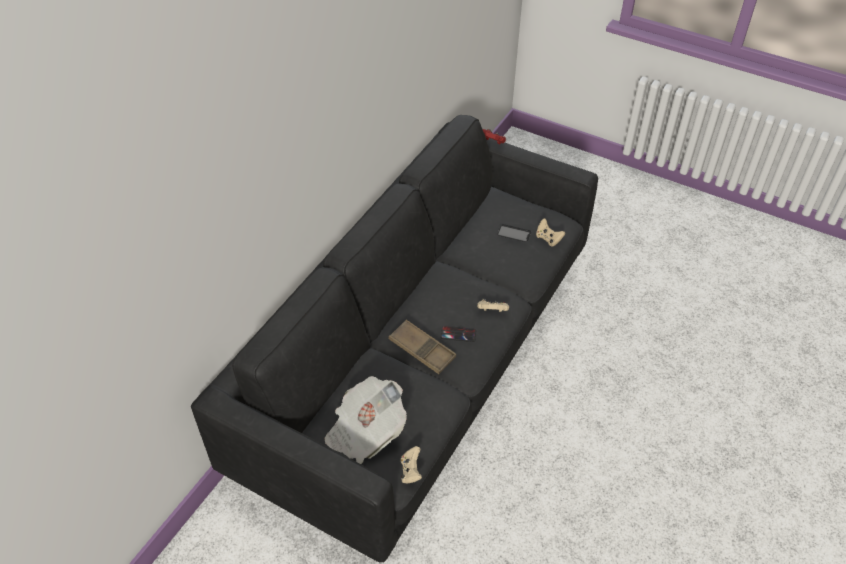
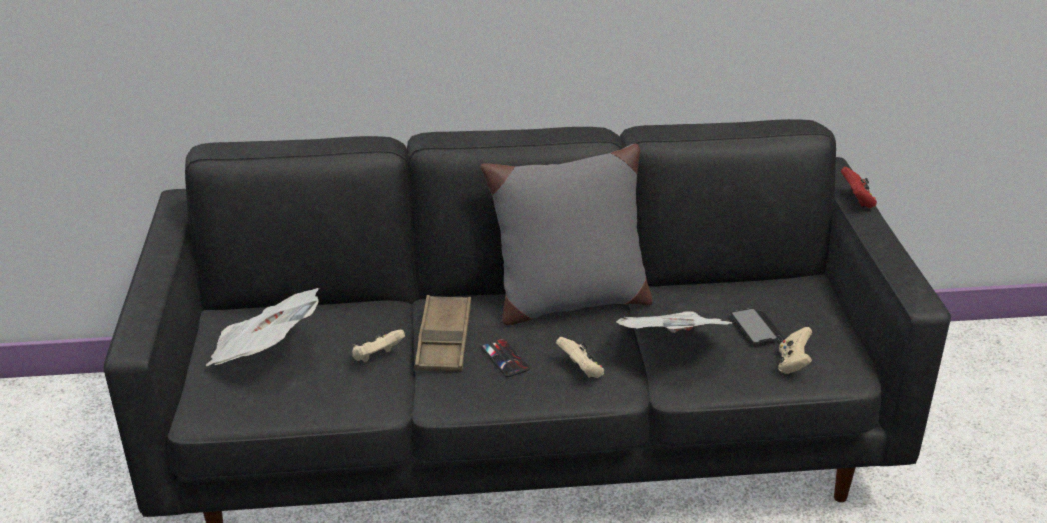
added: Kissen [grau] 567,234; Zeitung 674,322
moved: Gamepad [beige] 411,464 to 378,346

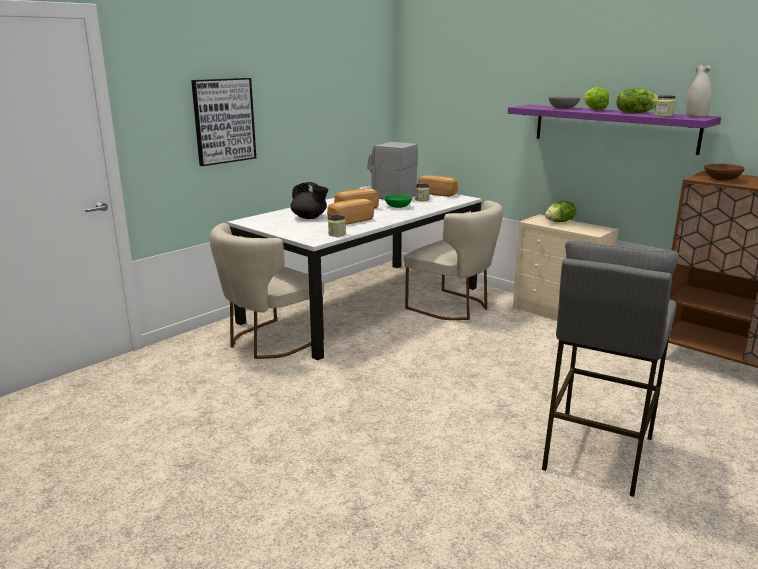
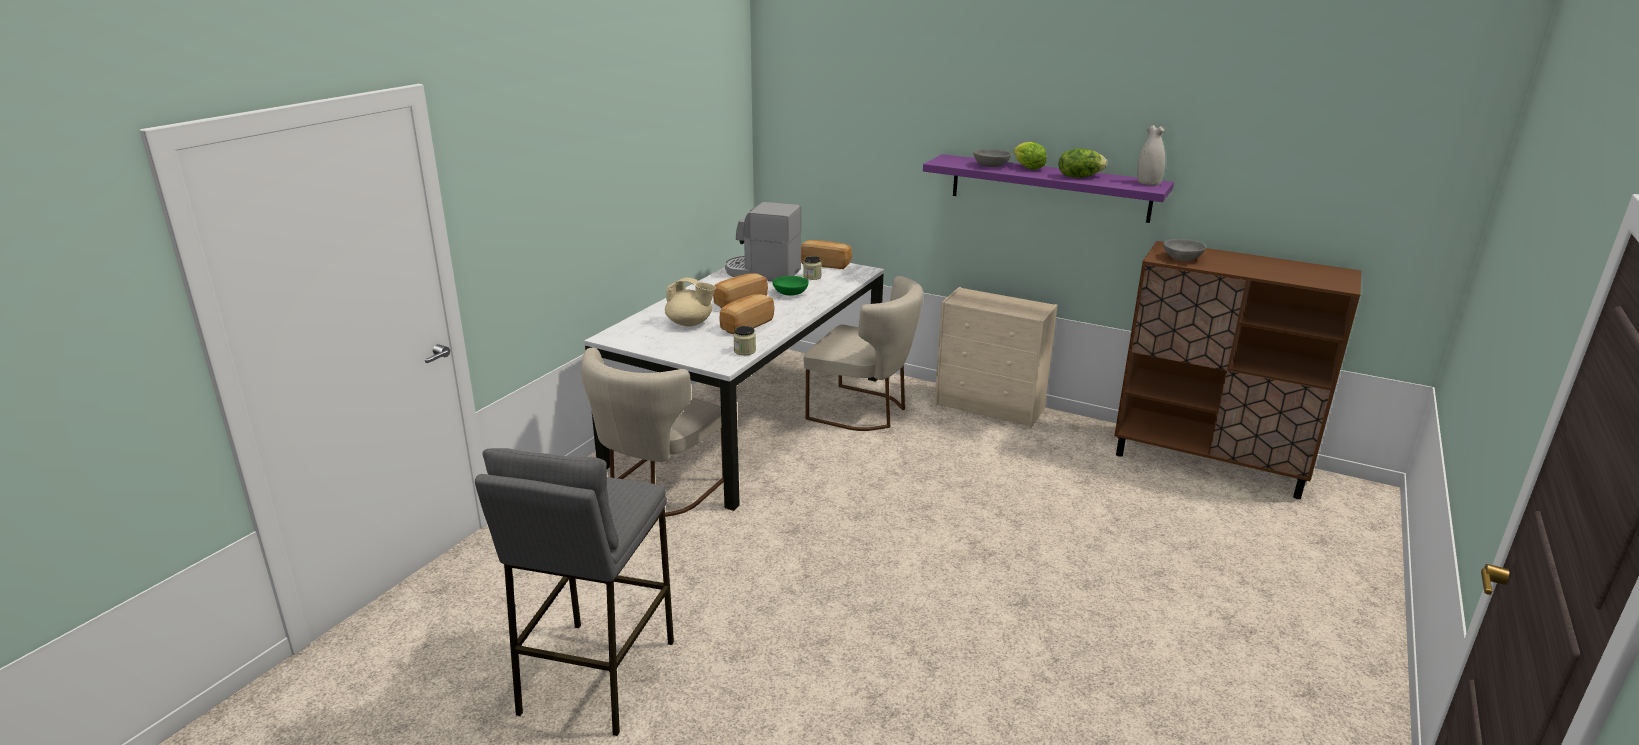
removed: Bild 223,122; Salatkopf 560,211; Vorratsglas 665,106
moved: Hocker [grau] 610,369 to 574,592
recoloured: Teekanne [schwarz] 309,200 to Teekanne [beige] 690,302; Schüssel [braun] 724,172 to Schüssel [grau] 1184,250

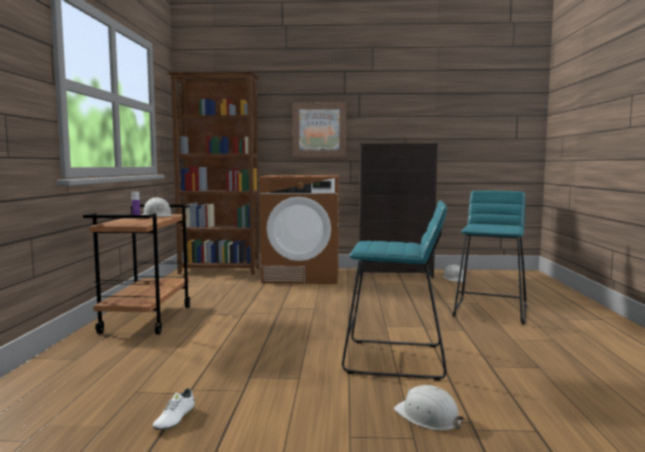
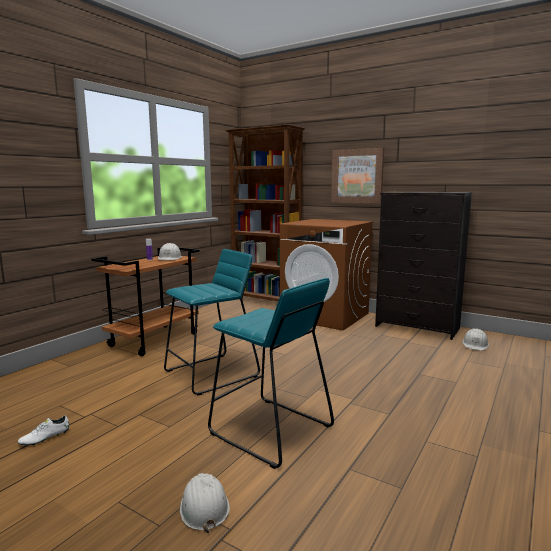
moved: Hocker [türkis] 489,257 to 212,322

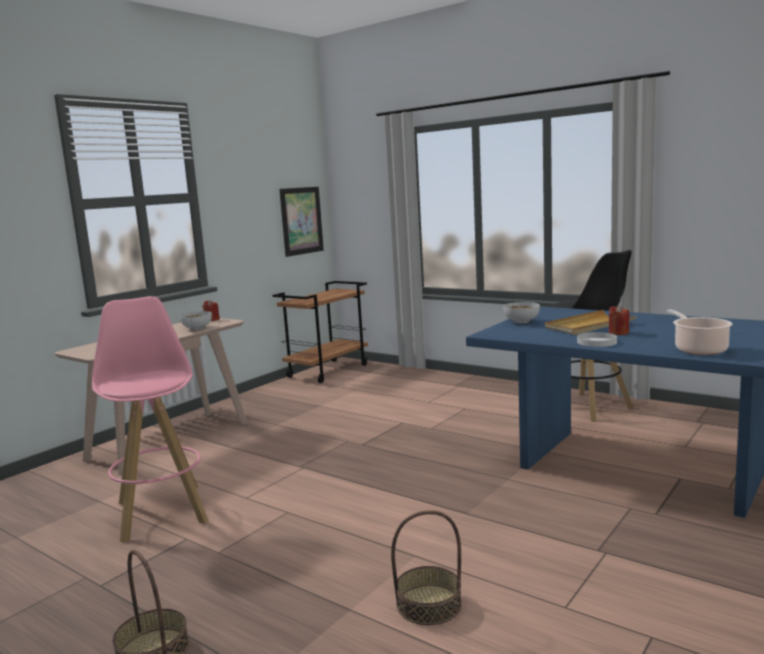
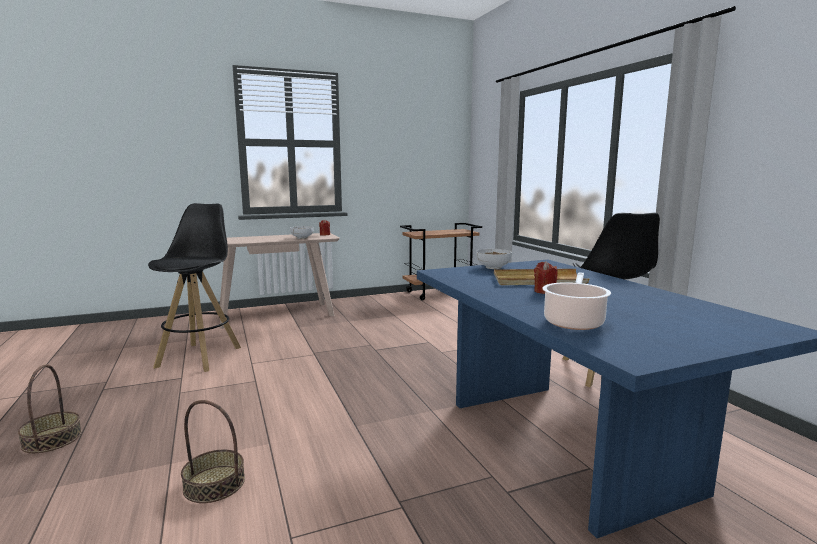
removed: Bild 301,222; Teller [weiß] 597,339
recoloured: Hocker [rosa] 150,419 to Hocker [schwarz] 194,287

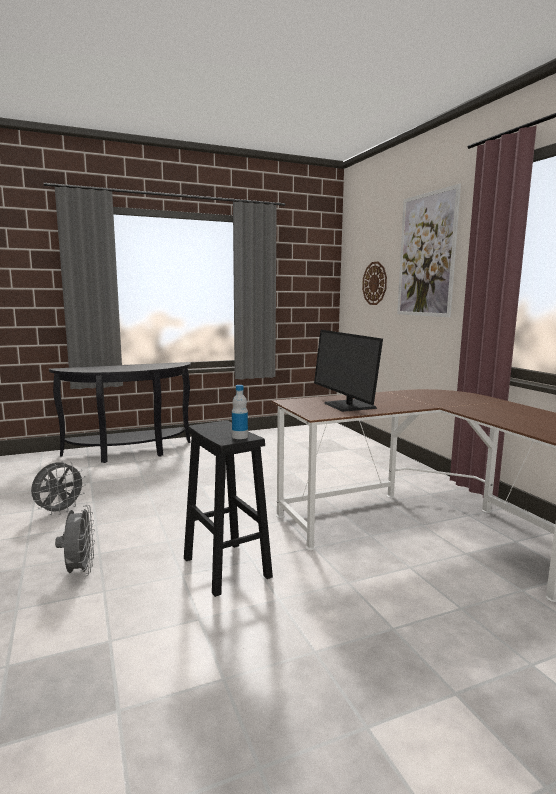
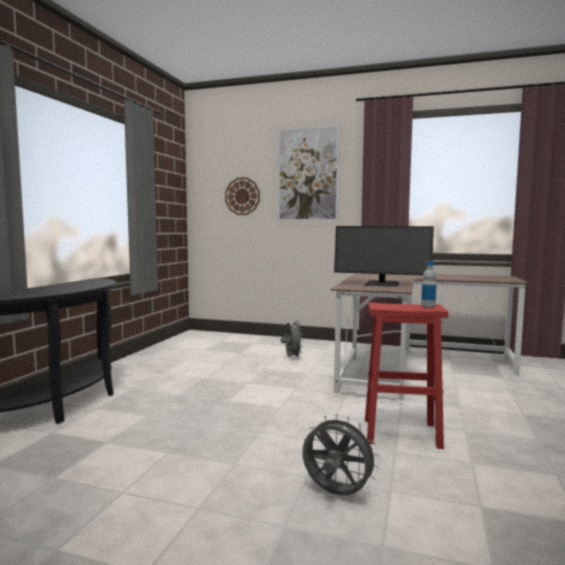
moved: Ventilator [grau] 58,488 to 292,339
recoloured: Hocker [schwarz] 228,509 to Hocker [rot] 406,375

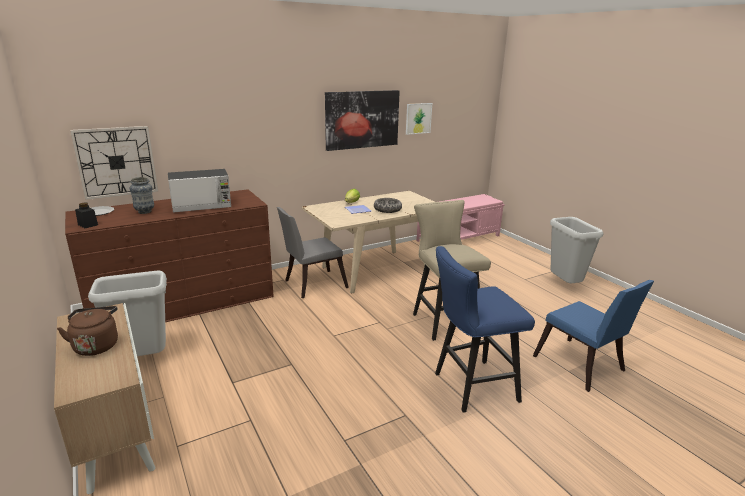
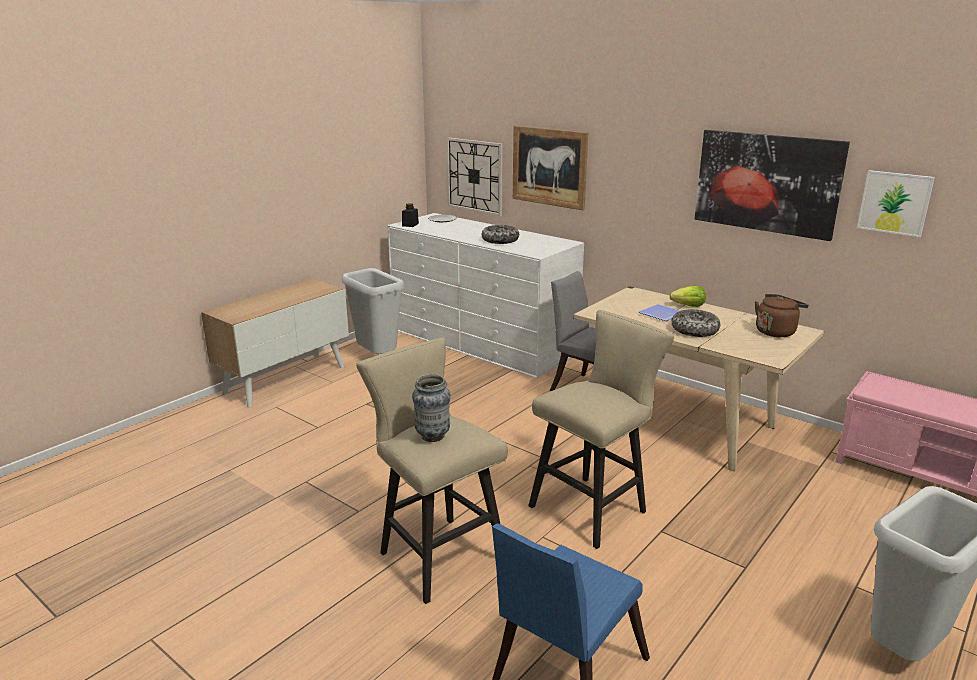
added: Bild 550,167
moved: Vase 142,195 to 431,408; Wasserkessel [braun] 87,331 to 782,315
replaced: Mikrowelle 199,191 to Schüssel 500,234
recoloured: Hocker [blau] 485,329 to Hocker [beige] 432,471; Kommode [braun] 169,255 to Kommode [weiß] 485,296

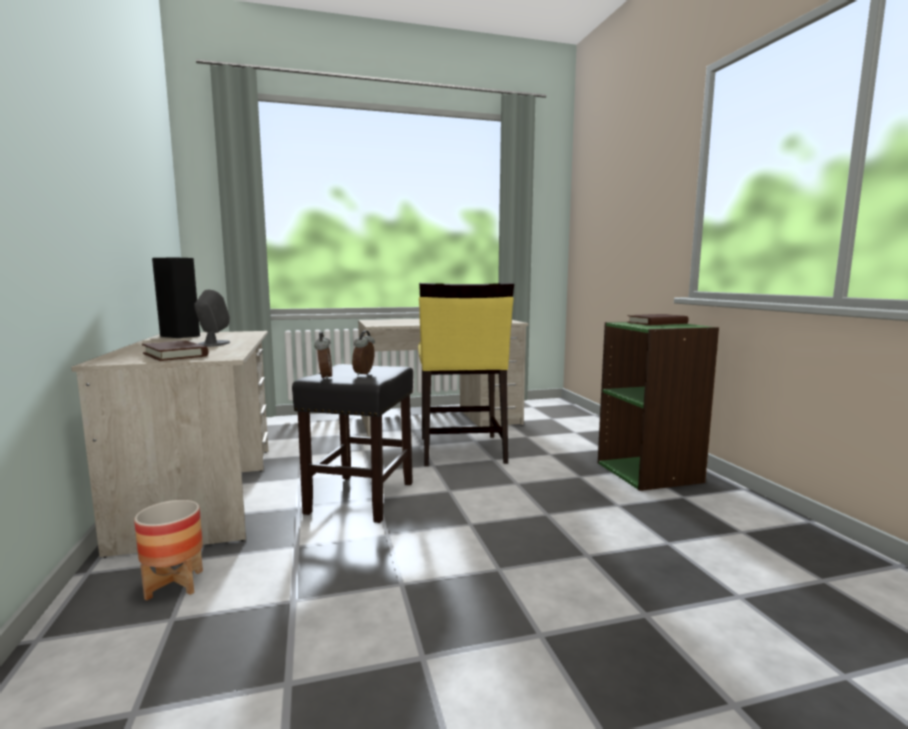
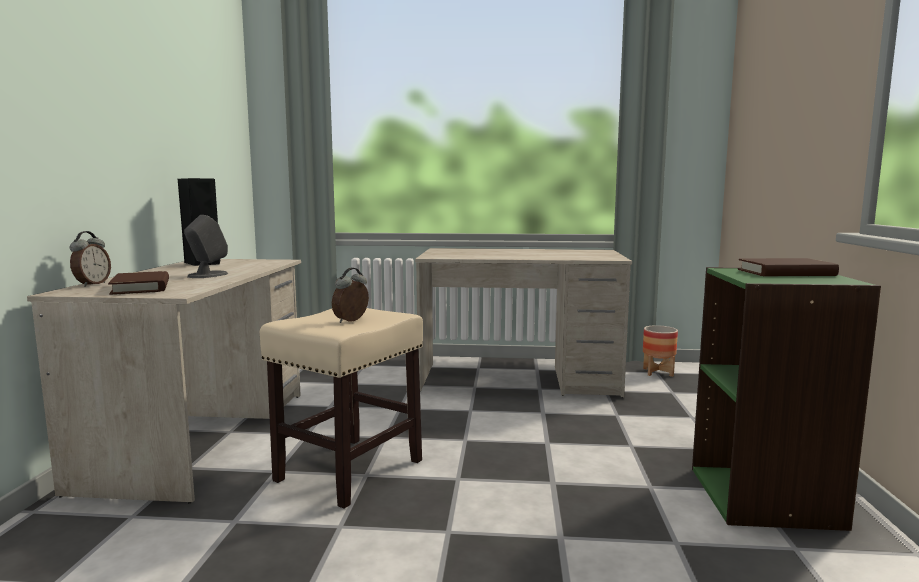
removed: Stuhl [gelb] 466,374
moved: Wecker 323,356 to 90,259; Pflanzkübel 168,550 to 660,351
recoloured: Hocker [schwarz] 352,443 to Hocker [beige] 341,408

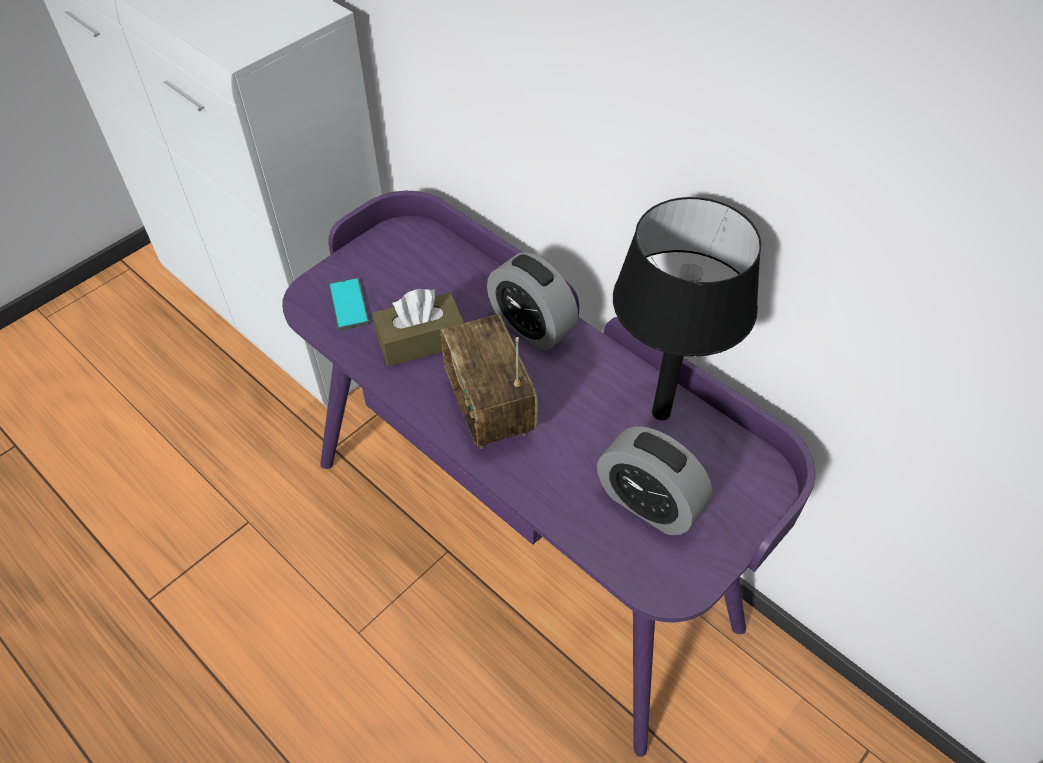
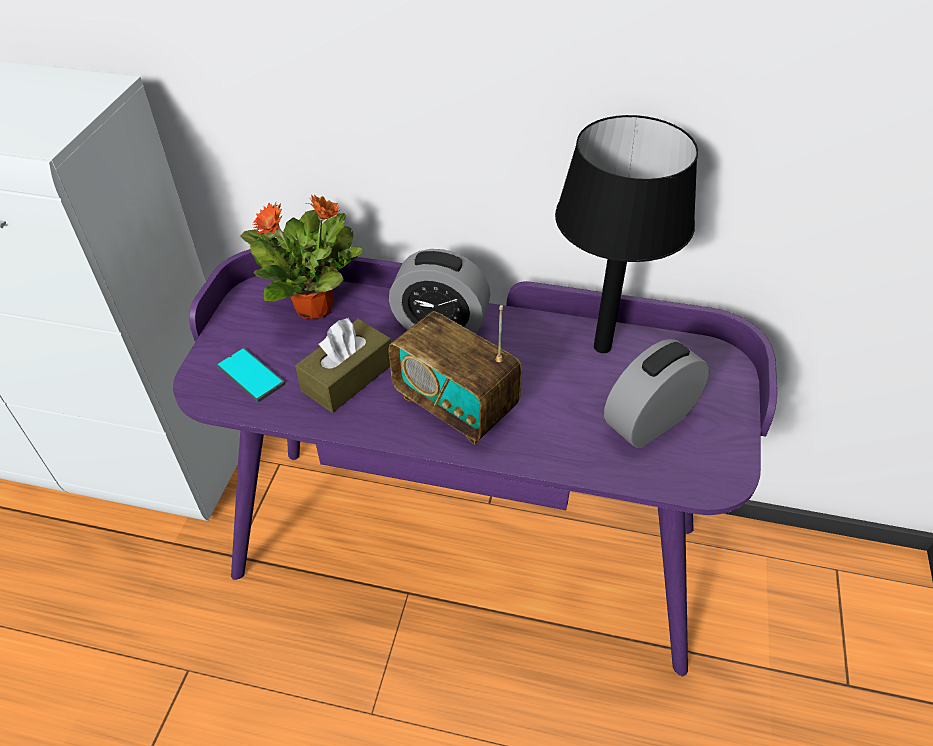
added: Topfpflanze 301,256
turned: Wecker 655,480 = 656,393 135 degrees clockwise

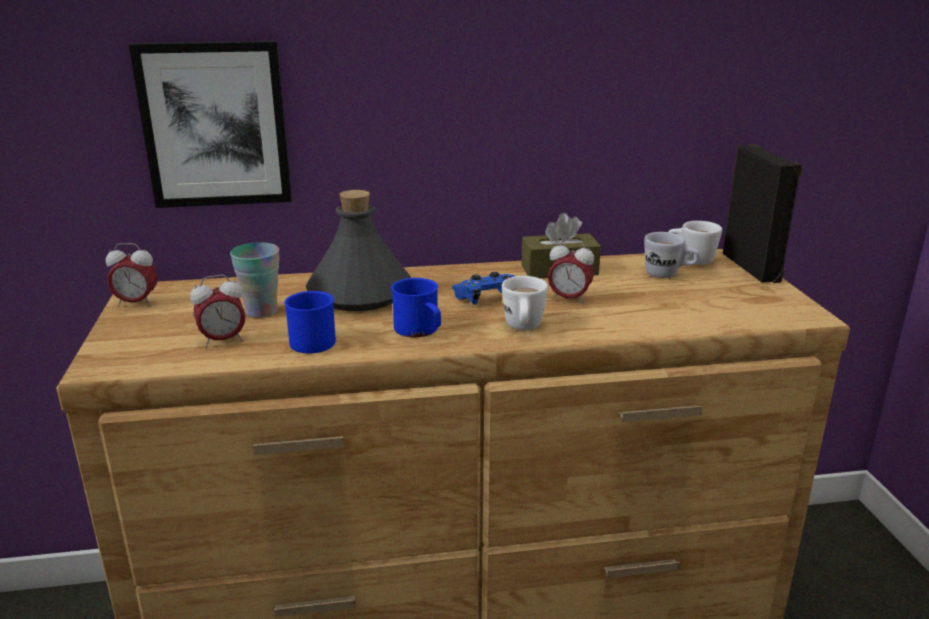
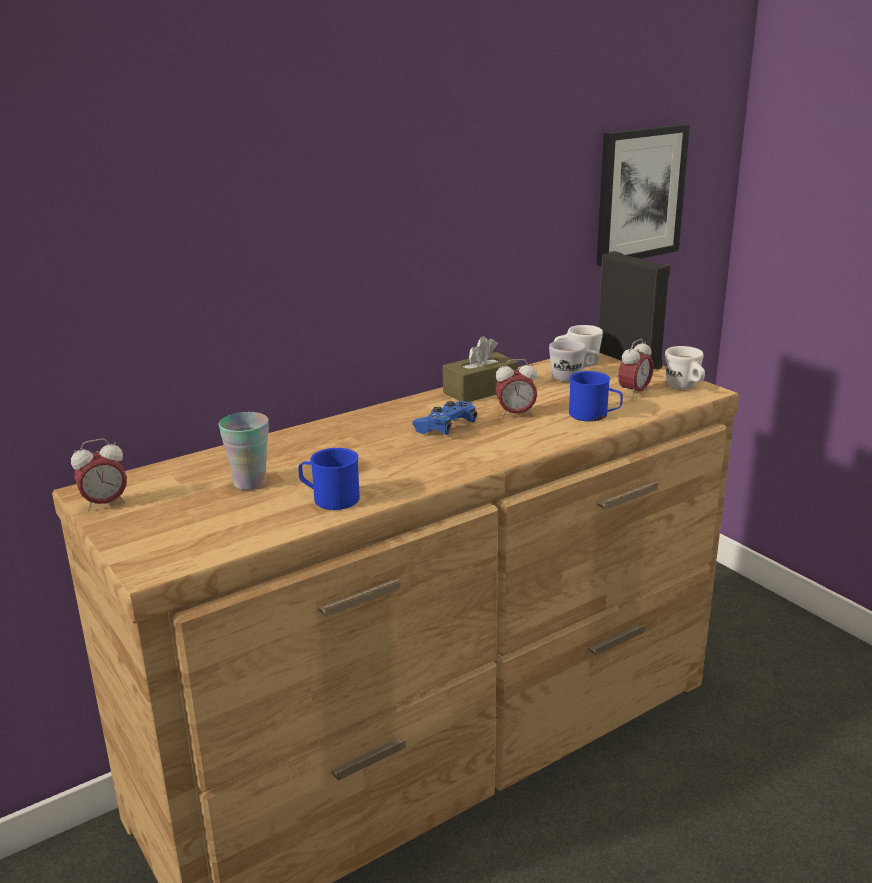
removed: Flasche [grau] 358,250
moved: Henkelbecher [blau] 416,307 to 596,396; Bild 210,124 to 643,195; Wecker 218,311 to 636,369; Henkelbecher [weiß] 525,303 to 685,367

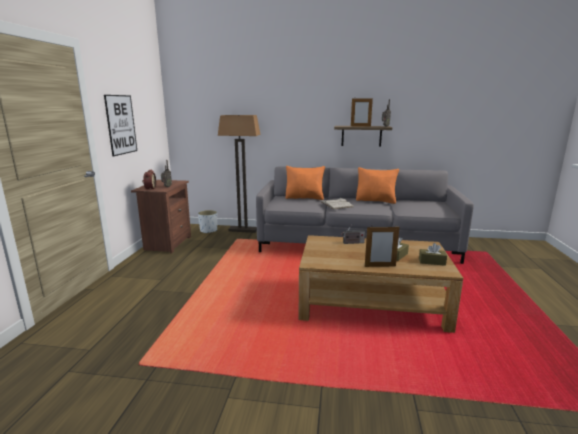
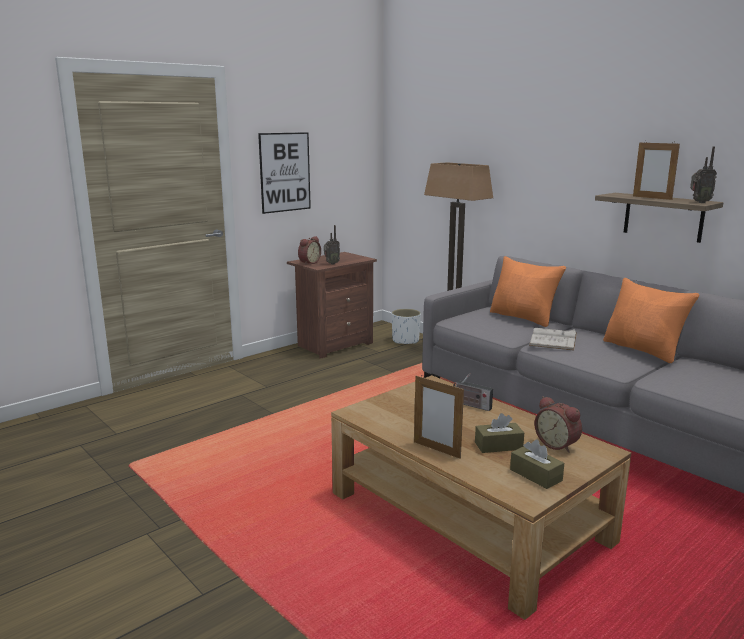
added: Wecker 558,424

